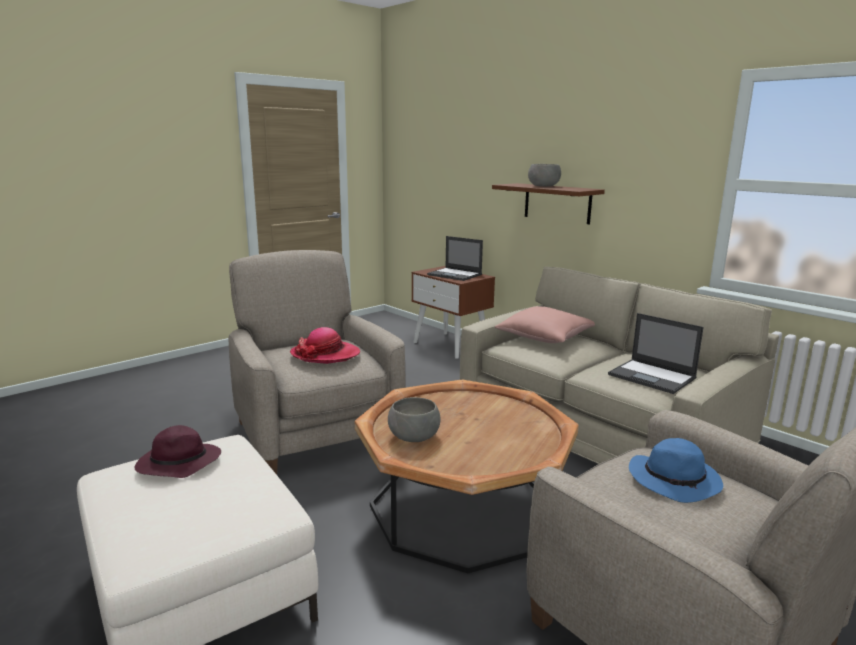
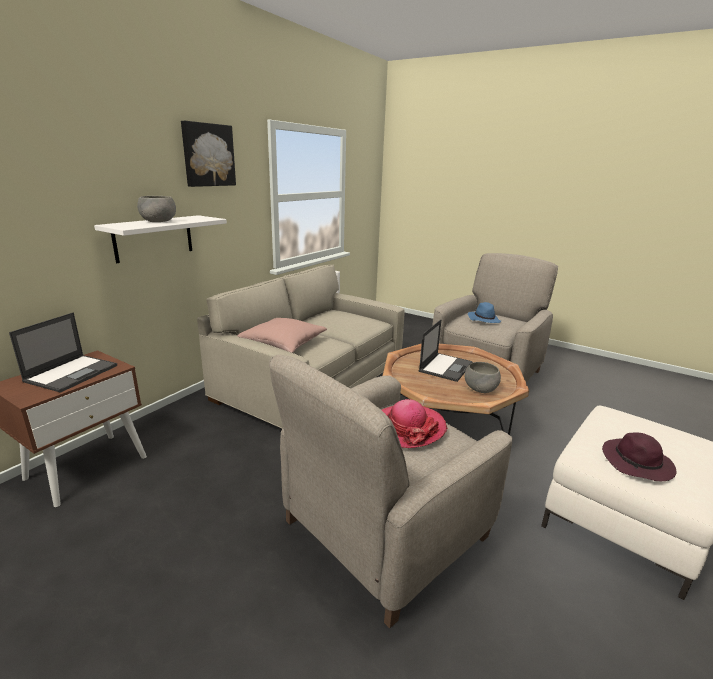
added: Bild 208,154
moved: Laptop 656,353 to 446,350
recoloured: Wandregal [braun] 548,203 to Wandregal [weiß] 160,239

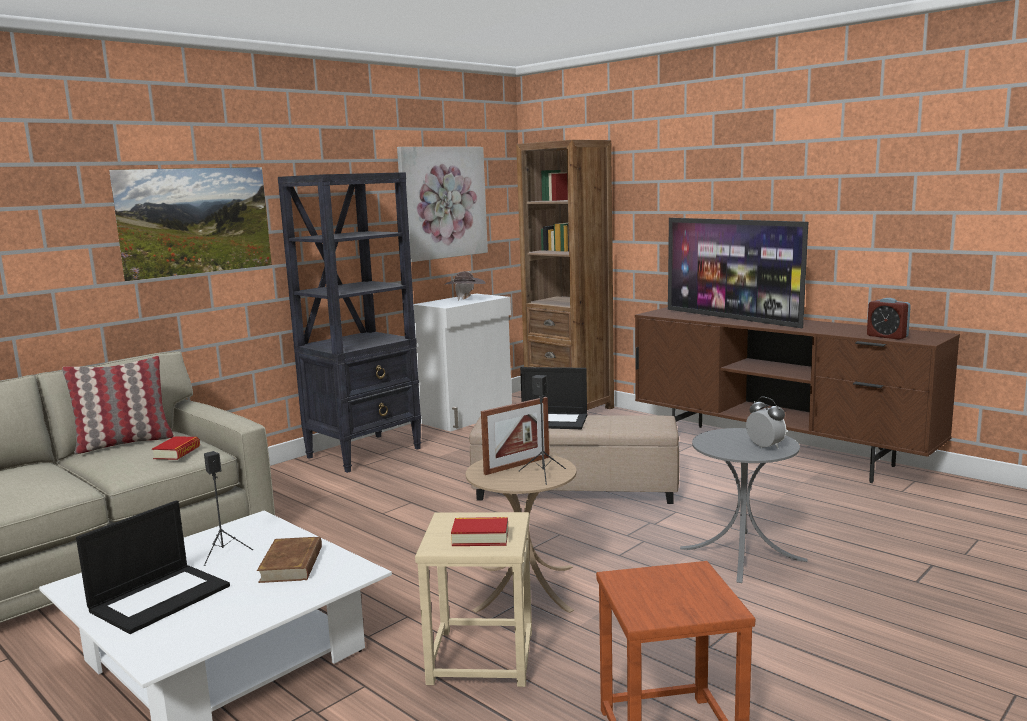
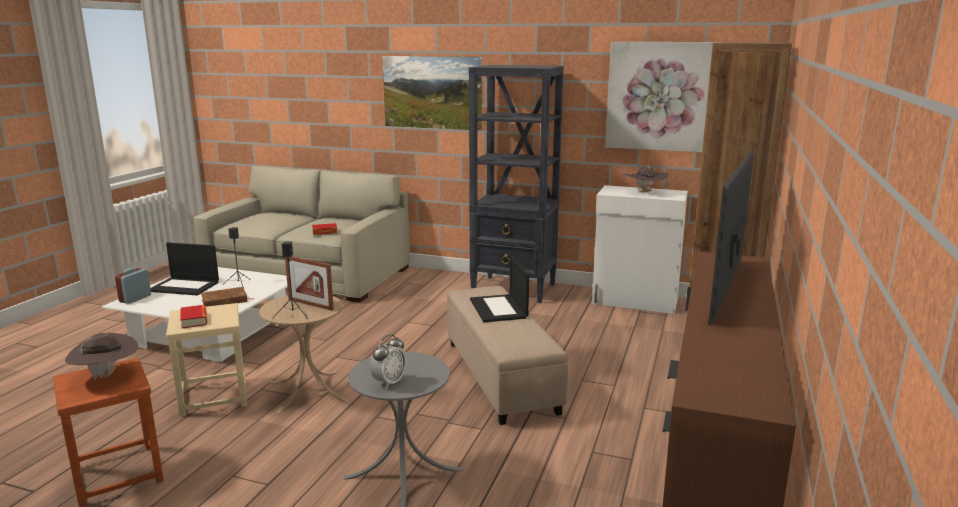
removed: Kissen 118,405
added: Hut [braun] 102,356
moved: Wecker 889,319 to 133,286

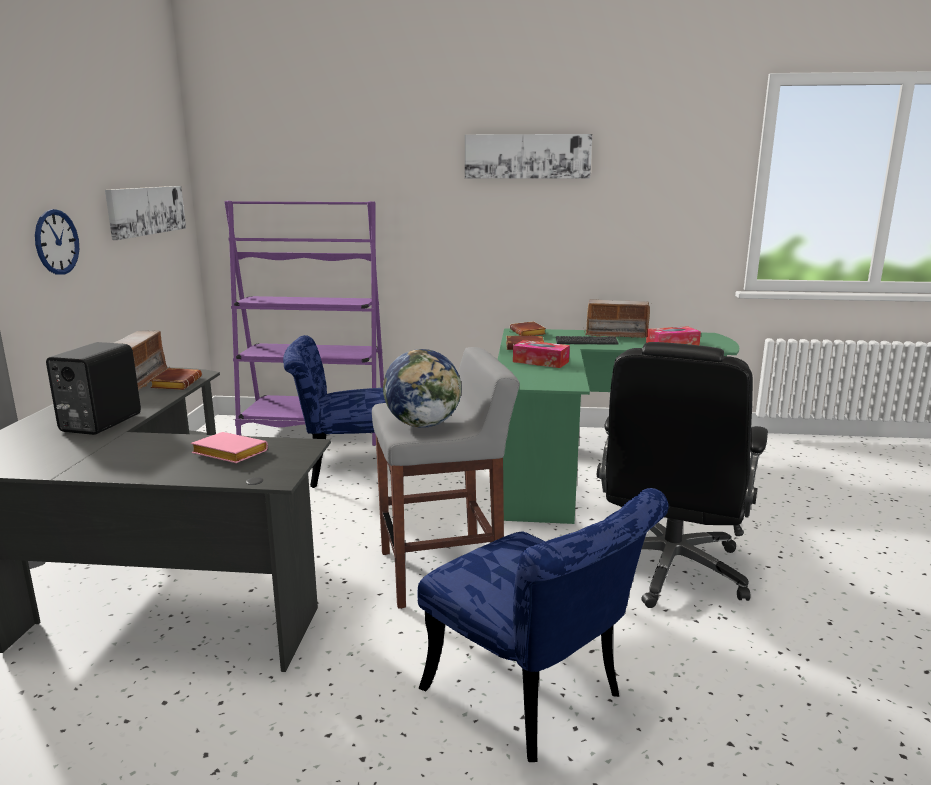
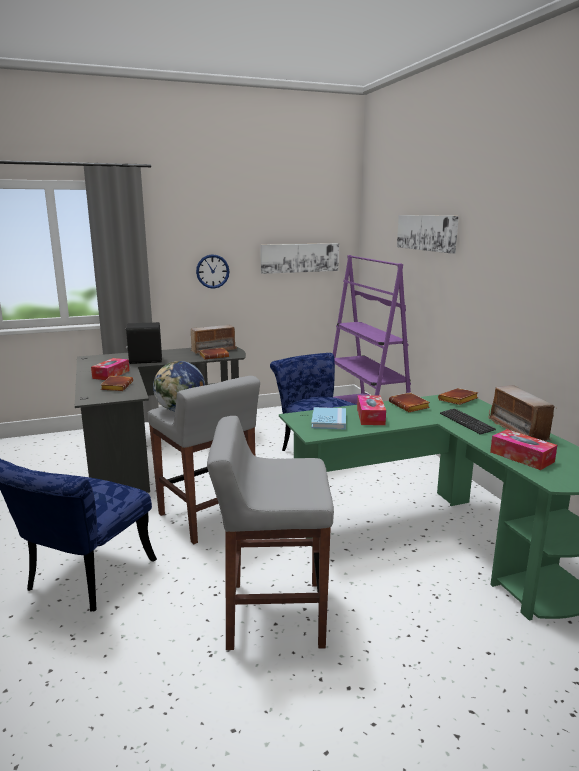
added: Taschentuchbox 110,369; Buch [blau] 328,418
moved: Bild 528,156 to 428,234
replaced: Bürostuhl [schwarz] 682,475 to Hocker [grau] 270,533
recoloured: Buch [rosa] 229,447 to Buch [braun] 116,383

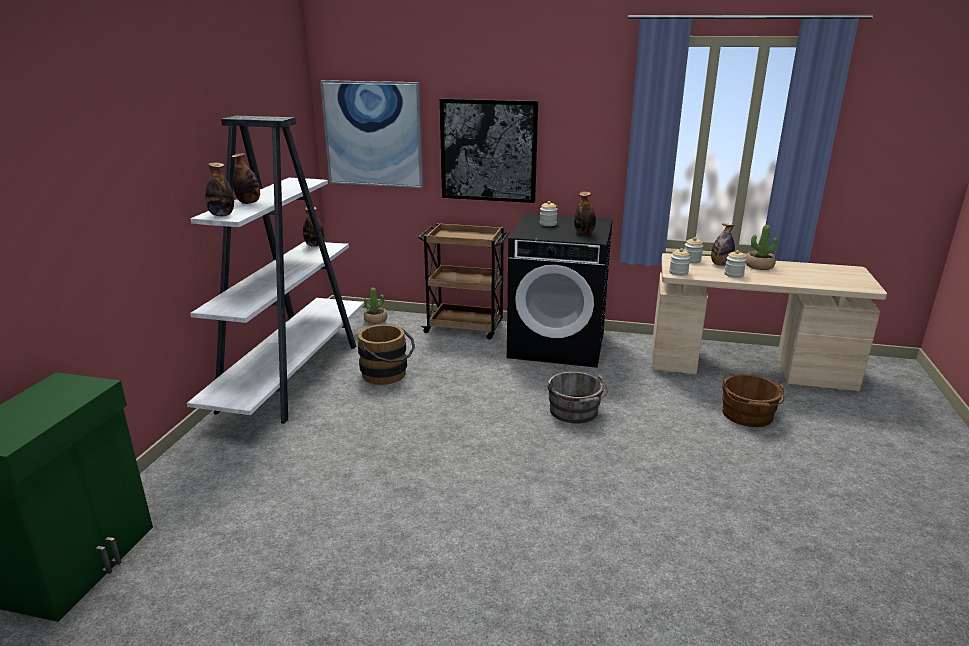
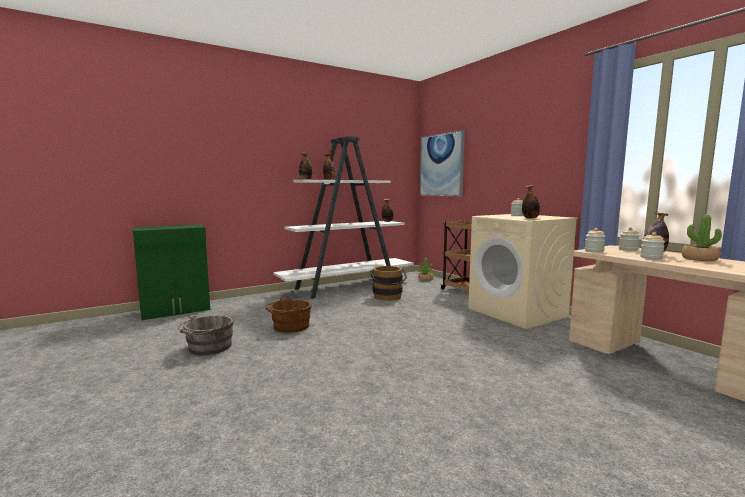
removed: Bild 489,150
moved: Eimer [grau] 577,398 to 205,335; Eimer [braun] 753,400 to 288,315
recoloured: Waschmaschine [schwarz] 560,291 to Waschmaschine [beige] 523,271

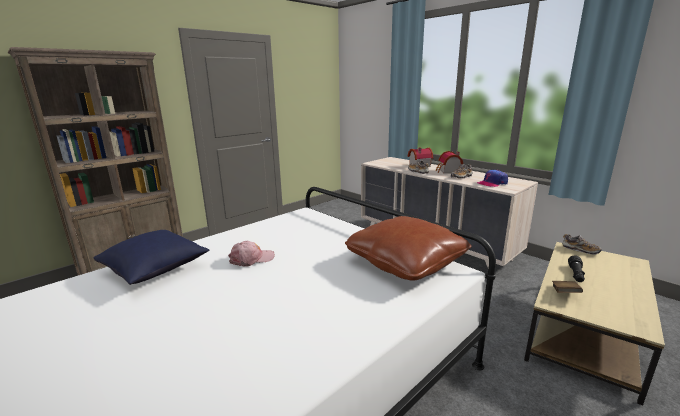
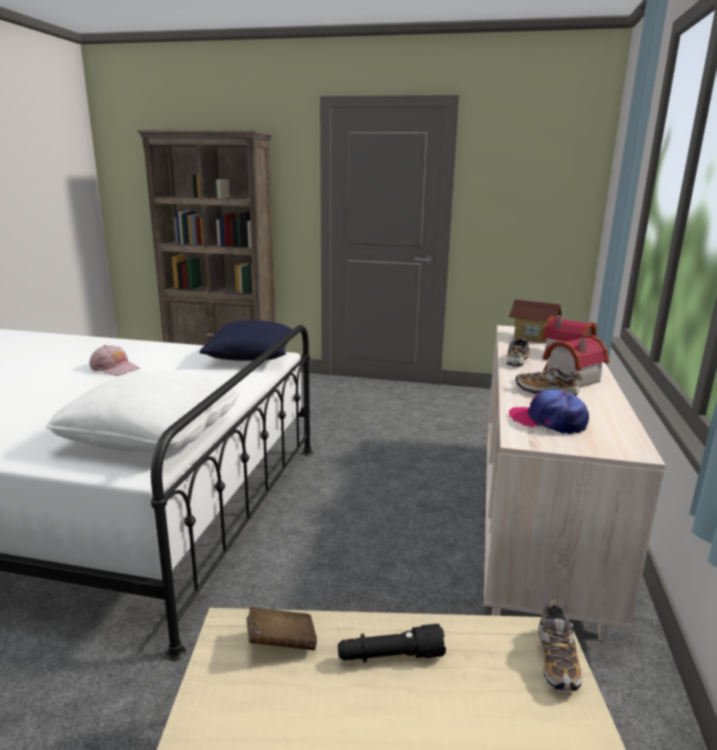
added: Spielzeughaus 535,321
moved: Kissen [blau] 151,257 to 245,340
recoloured: Kissen [braun] 408,248 to Kissen [weiß] 143,411

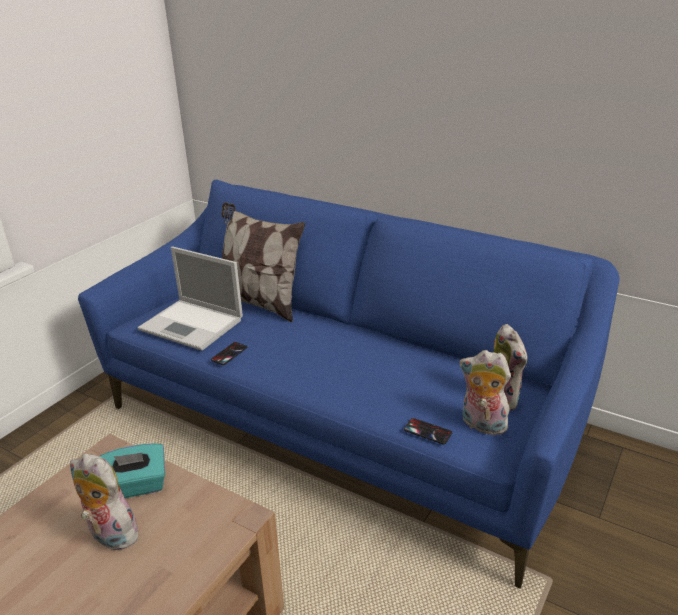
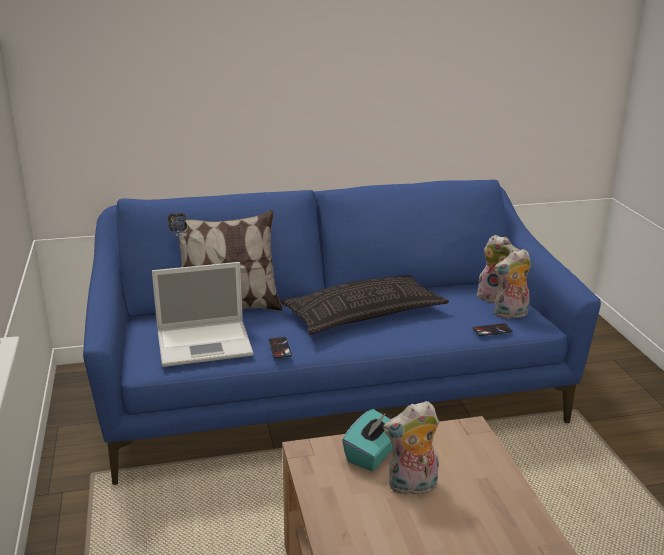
added: Kissen 365,305

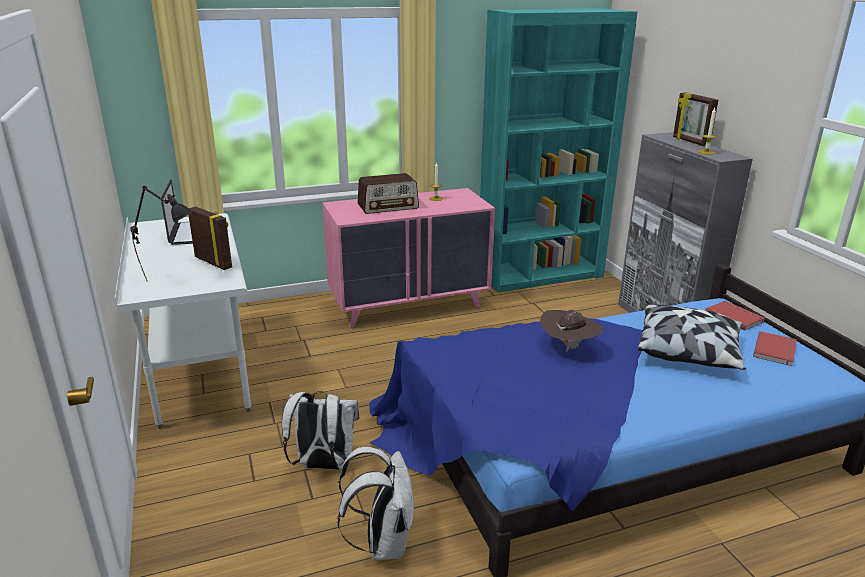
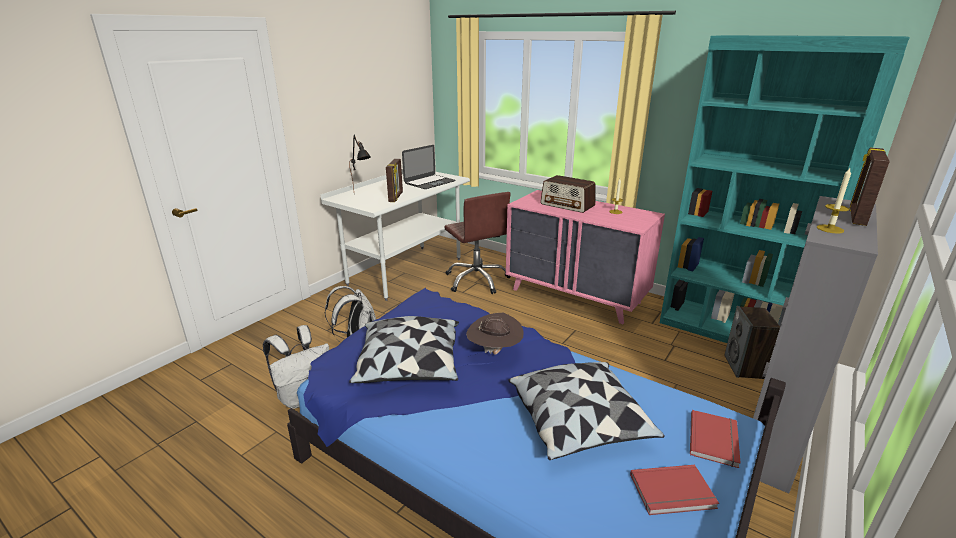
added: Kissen 404,349; Bürostuhl [braun] 477,243; Lautsprecher 752,342

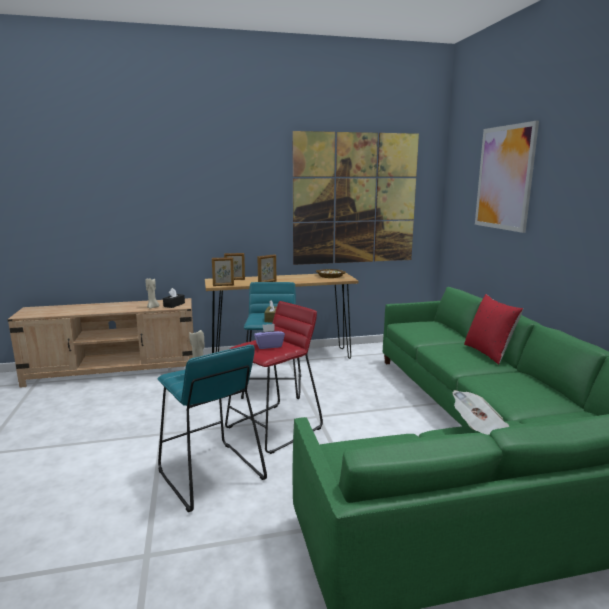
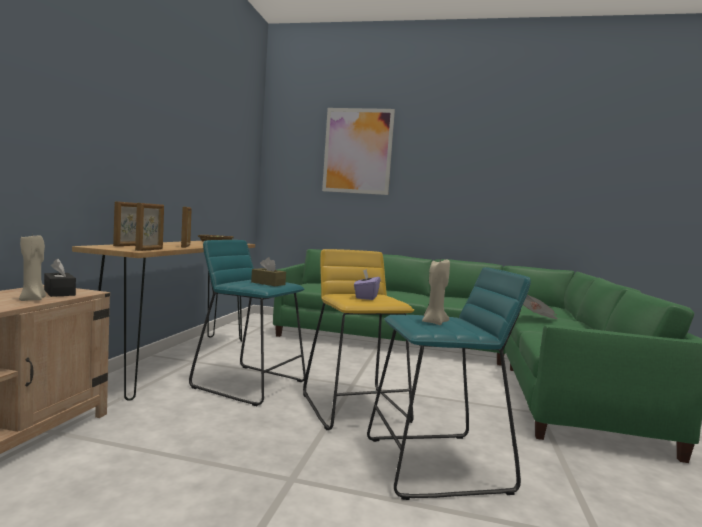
removed: Bild 355,198; Kissen [rot] 493,329
recoloured: Hocker [rot] 274,377 to Hocker [gelb] 358,339

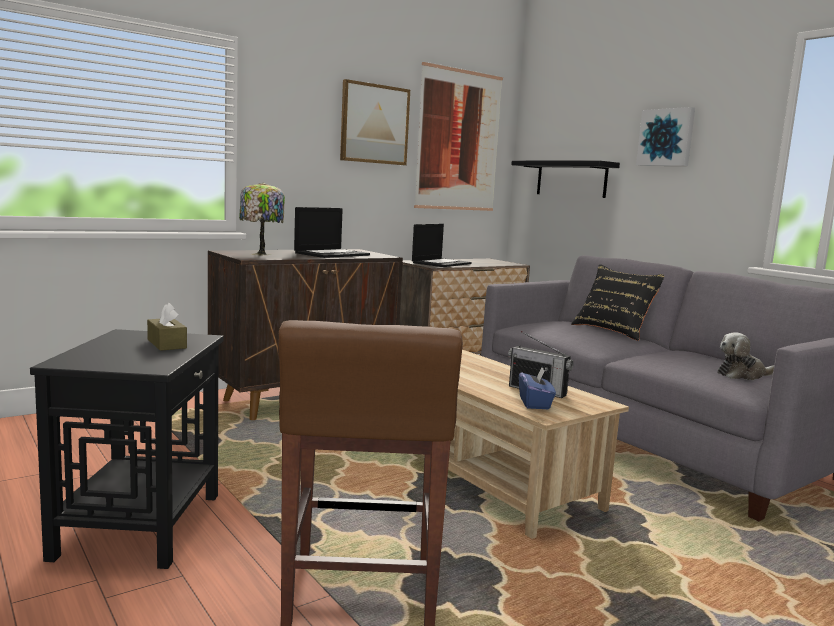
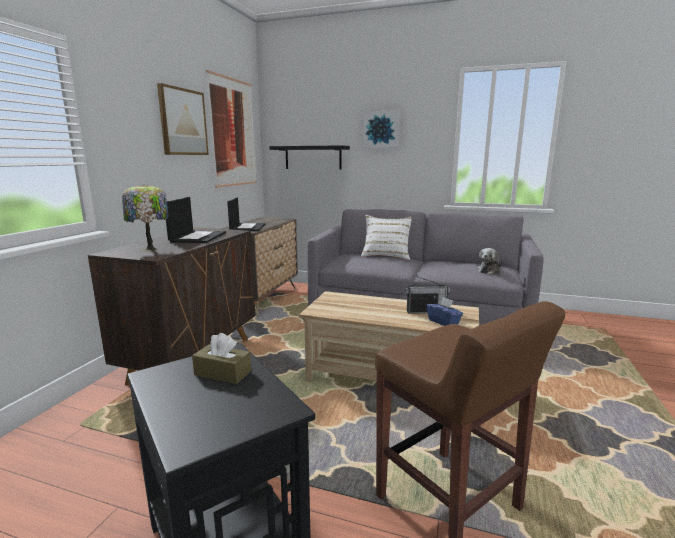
recoloured: Kissen [schwarz] 617,302 to Kissen [weiß] 386,237

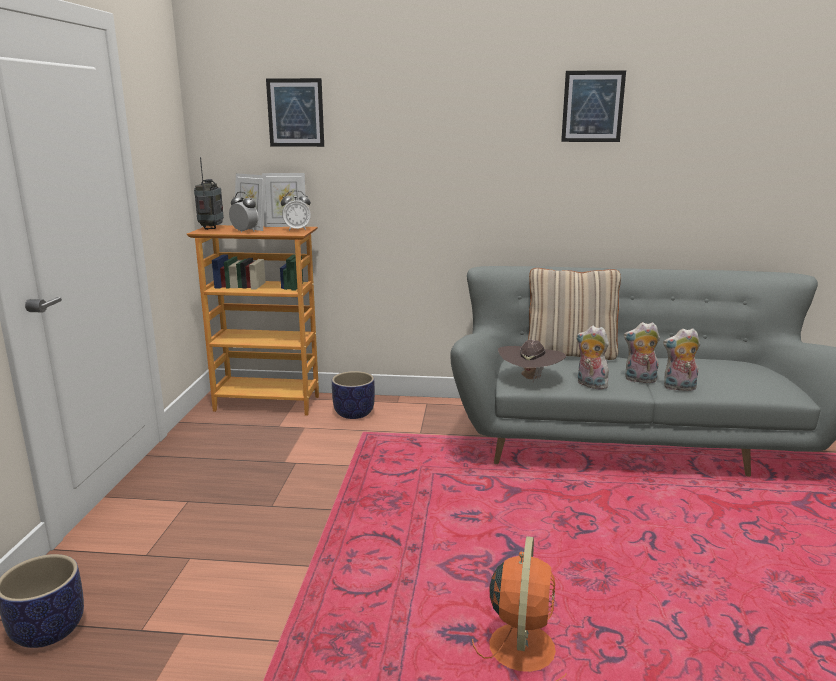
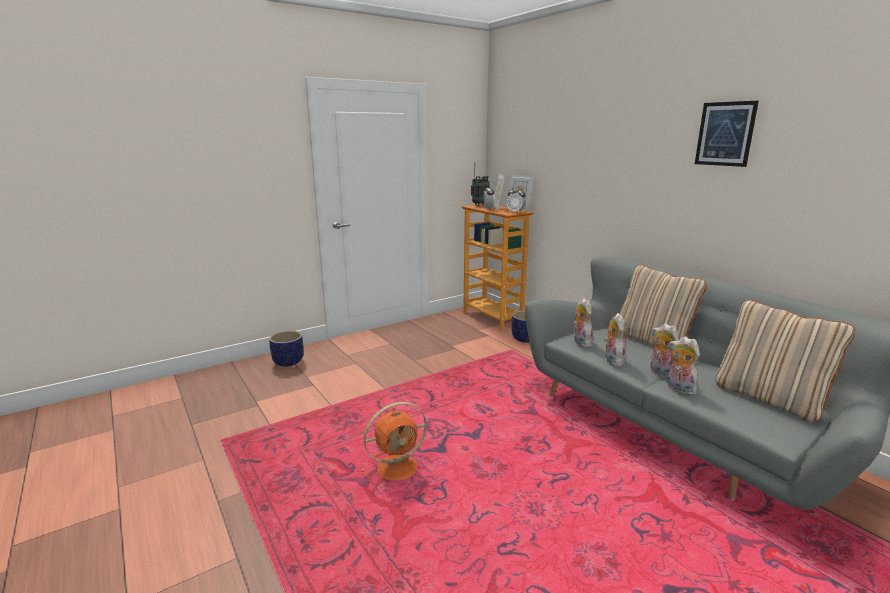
removed: Bild 295,112
added: Kissen [beige] 785,361
replaced: Hut [braun] 532,361 to Plüschtier 583,322

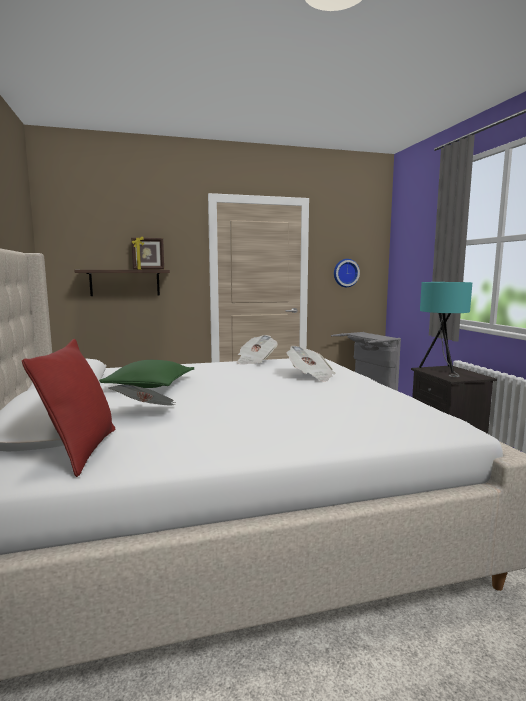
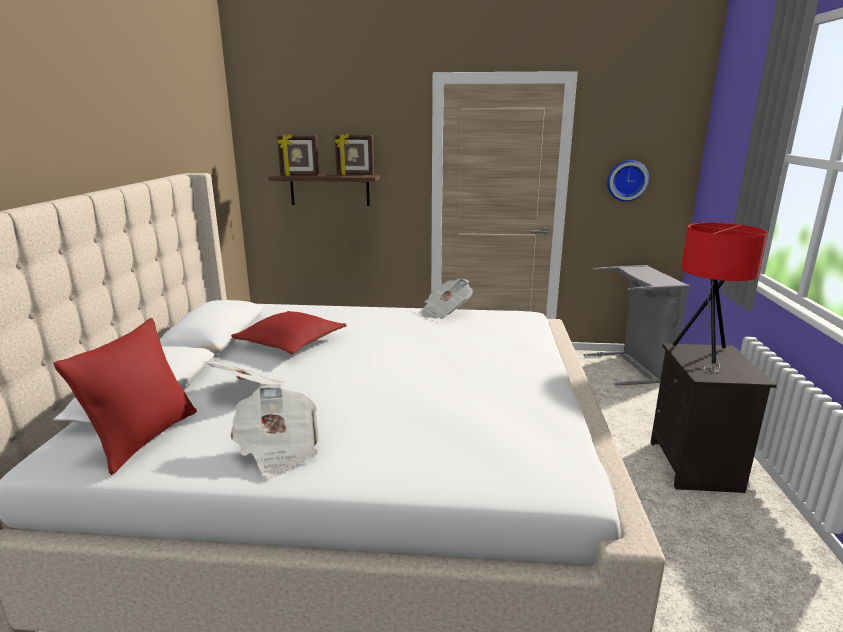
added: Bilderrahmen 298,155
moved: Zeitung 311,364 to 274,431
recoloured: Kissen [grün] 147,374 to Kissen [rot] 289,332; Tischlampe [türkis] 445,329 to Tischlampe [rot] 720,297

